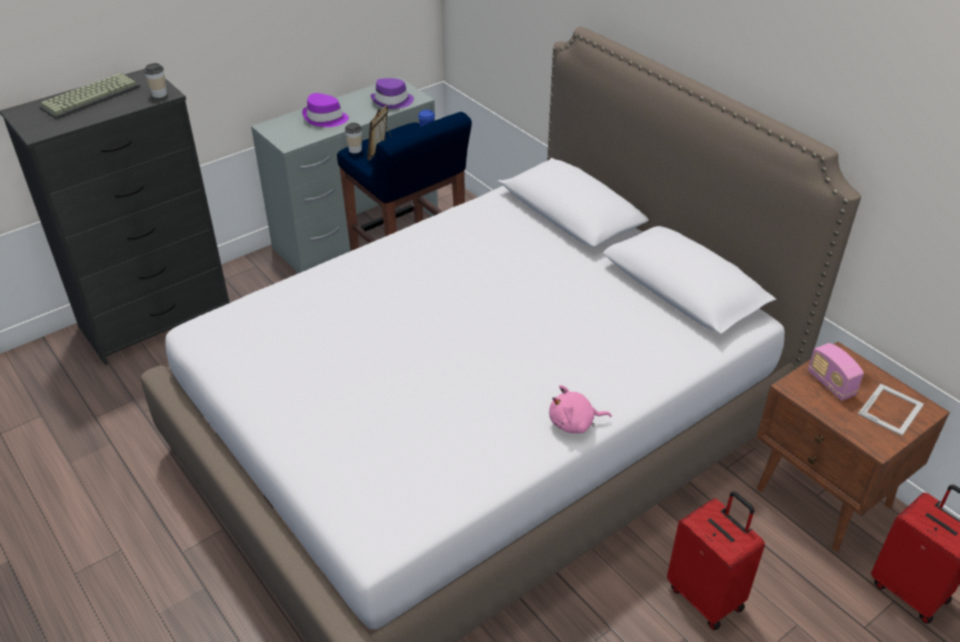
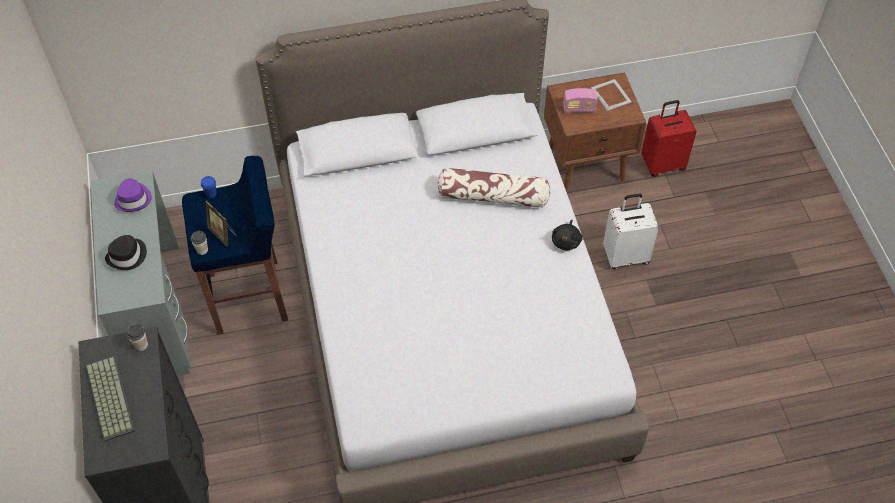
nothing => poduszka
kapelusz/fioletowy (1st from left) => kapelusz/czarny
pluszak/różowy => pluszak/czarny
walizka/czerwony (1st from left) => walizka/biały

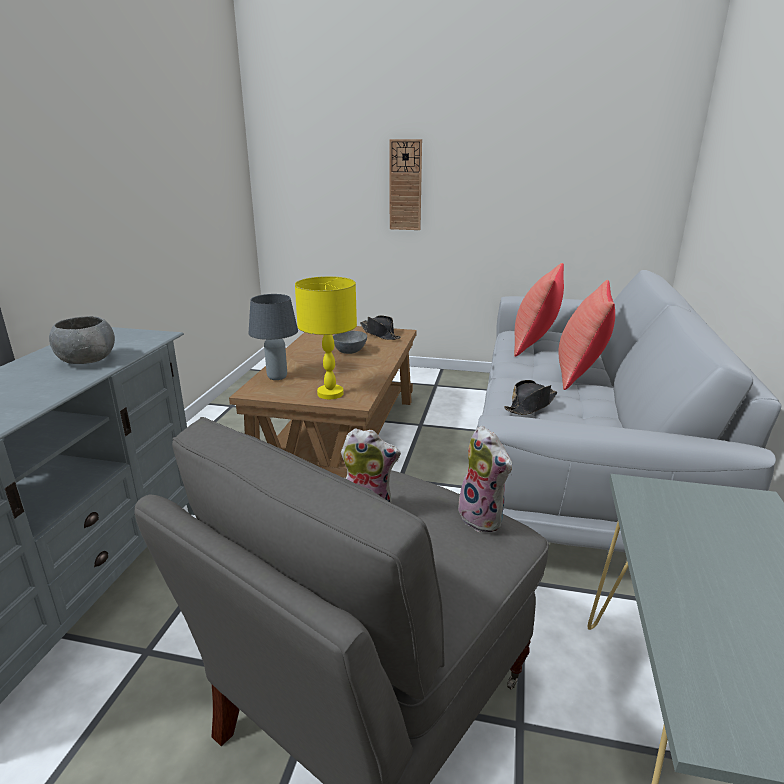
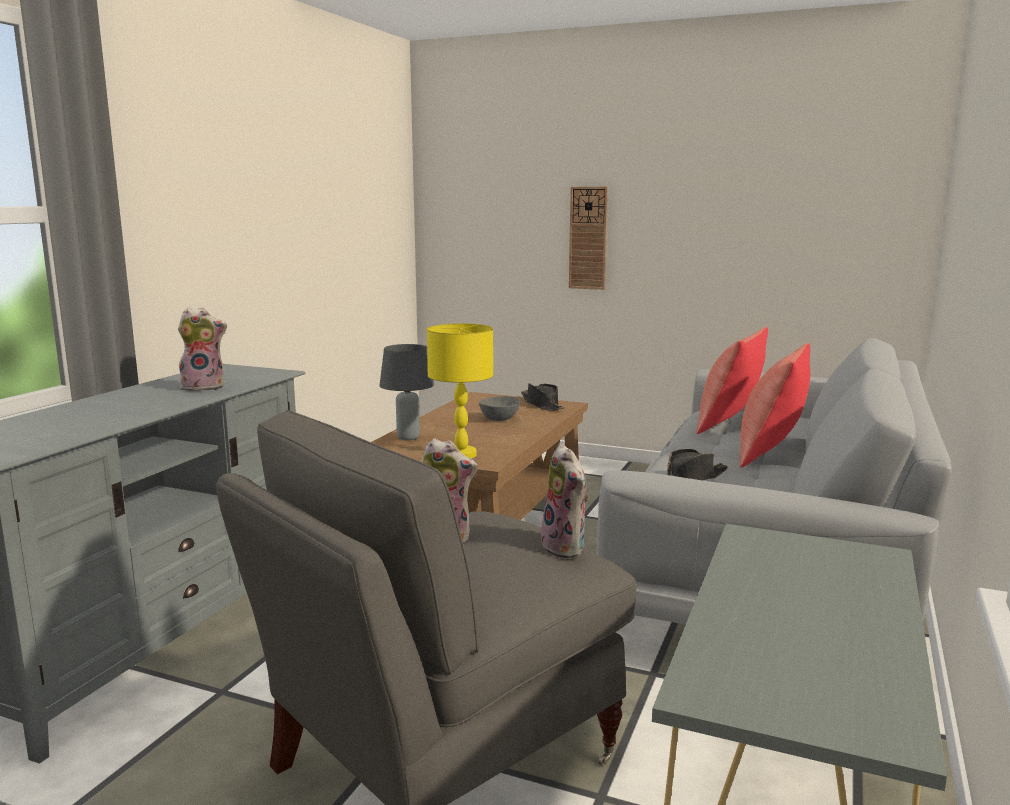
miska/szary (1st from left) => pluszak (1st from left)

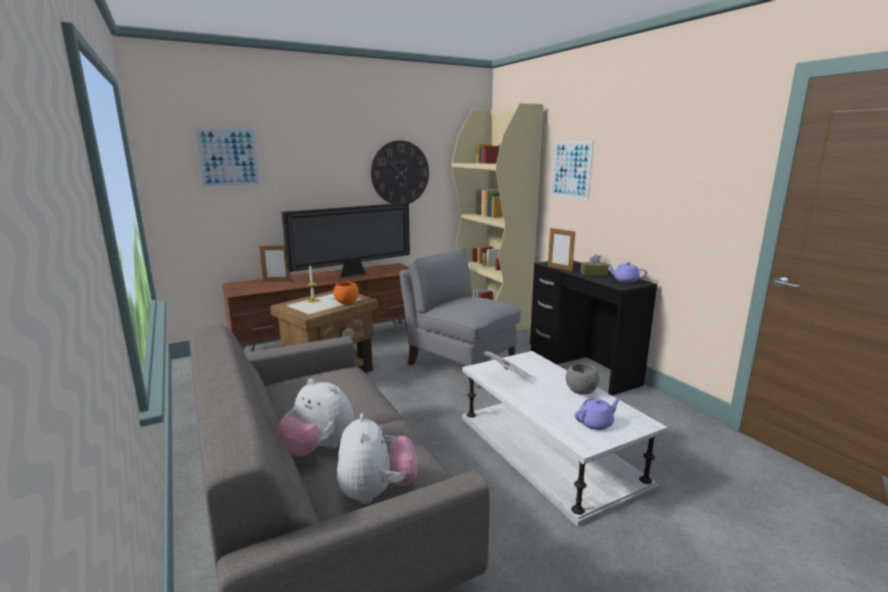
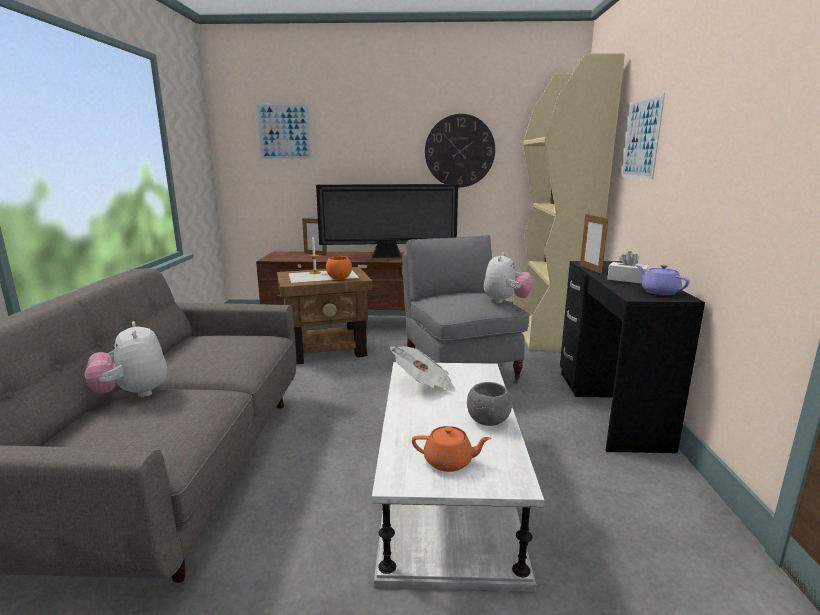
pluszak (2nd from left), moved
imbryk/fioletowy (1st from left) => imbryk/pomarańczowy
pudełko chusteczek/brązowy => pudełko chusteczek/biały

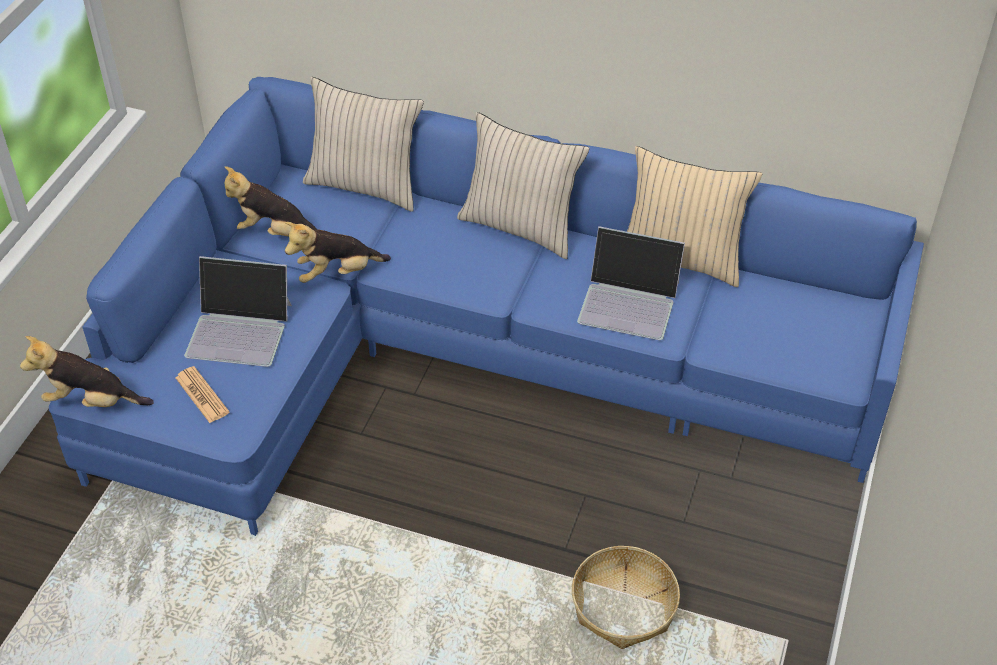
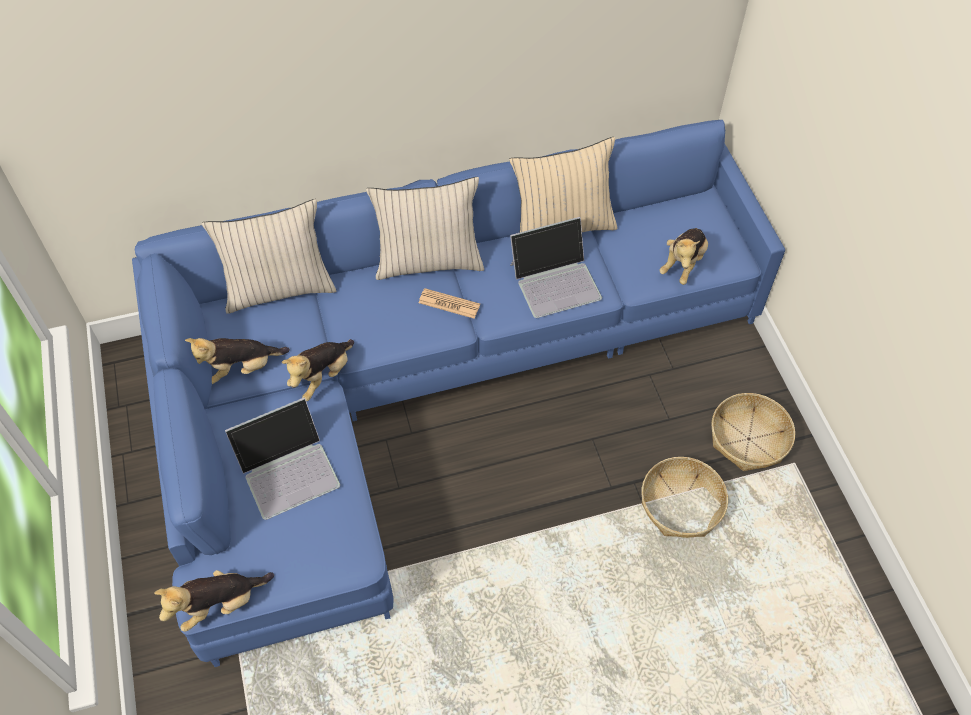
nothing => pluszak (4th from left)
nothing => koszyk (2nd from left)
gazeta, moved

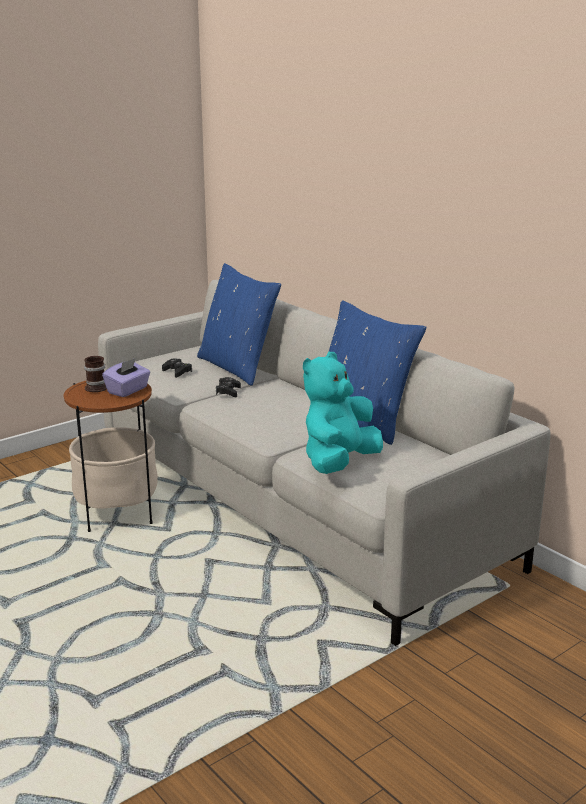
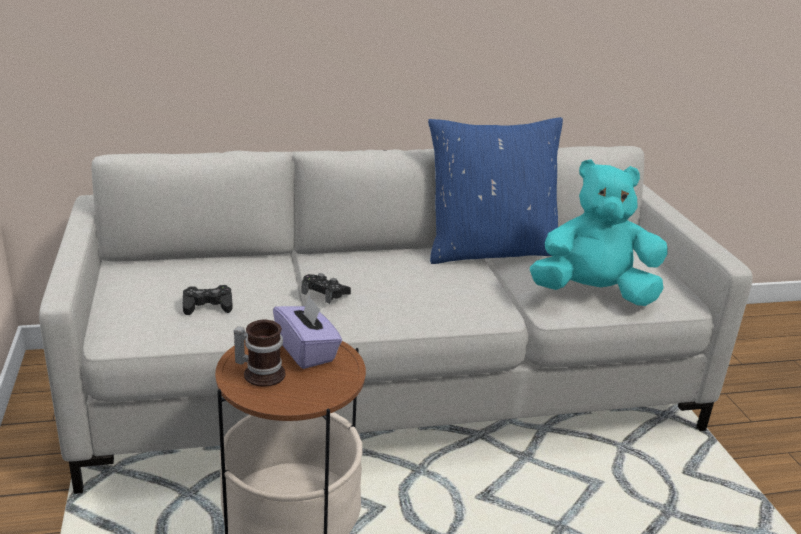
poduszka/niebieski (1st from left) => nothing
pluszak/turkusowy, 120 degrees clockwise

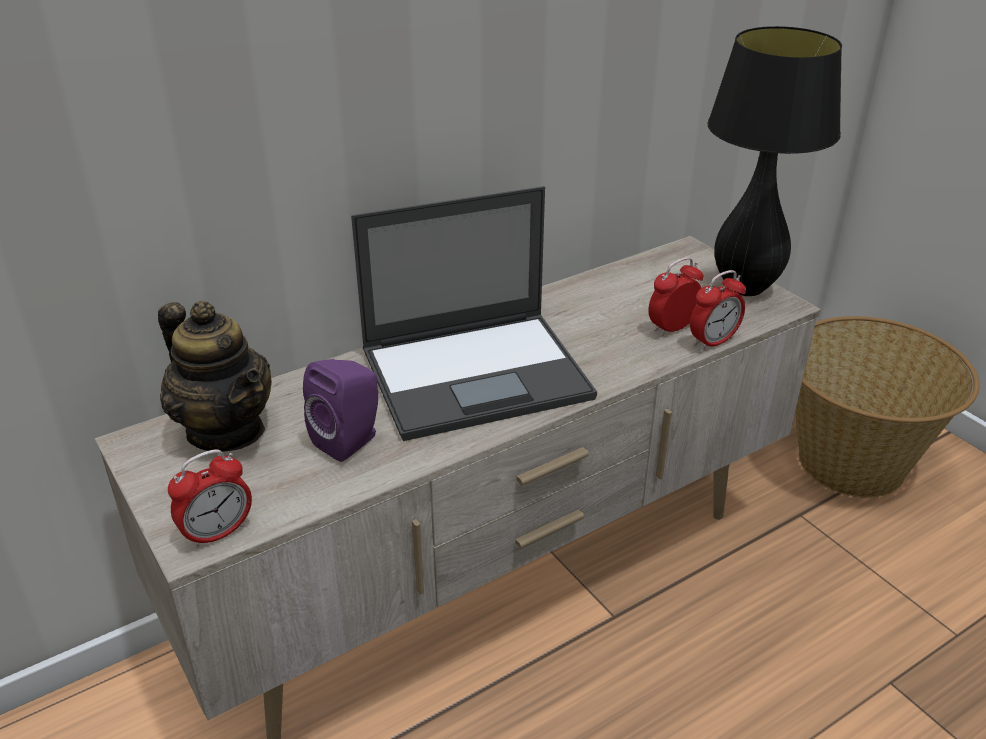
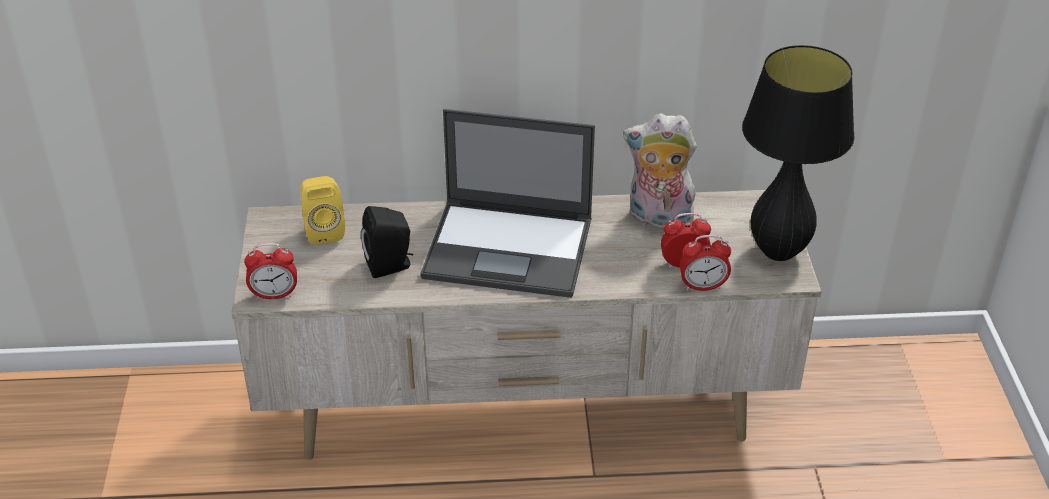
koszyk => nothing
nothing => pluszak
imbryk => głośnik/żółty
głośnik/fioletowy => głośnik/czarny

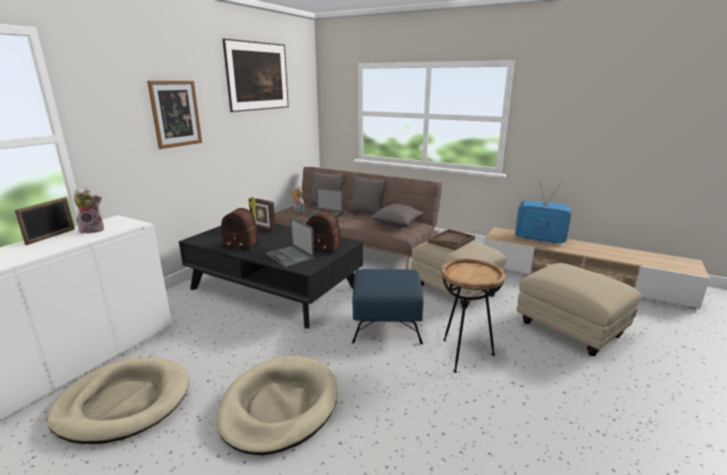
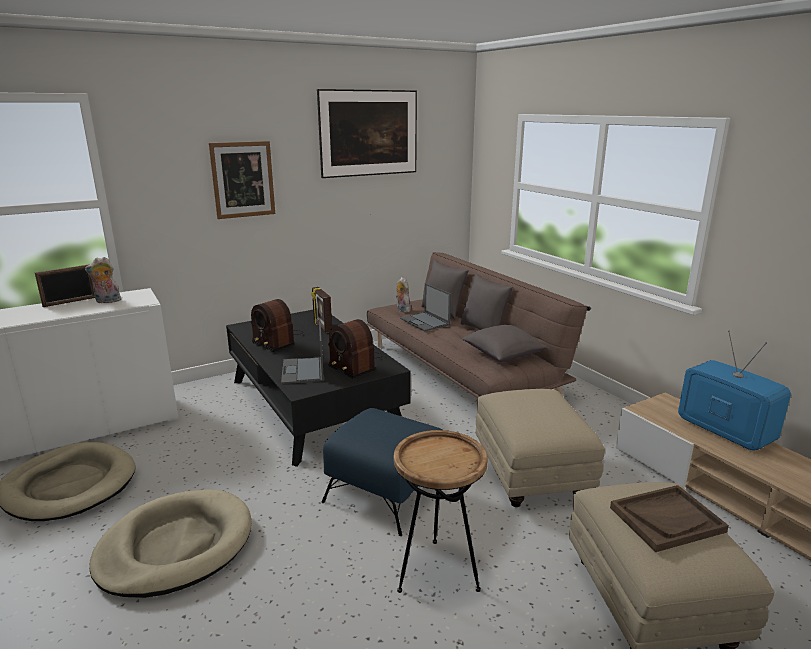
taca/brązowy, moved
pluszak (1st from left), 150 degrees clockwise

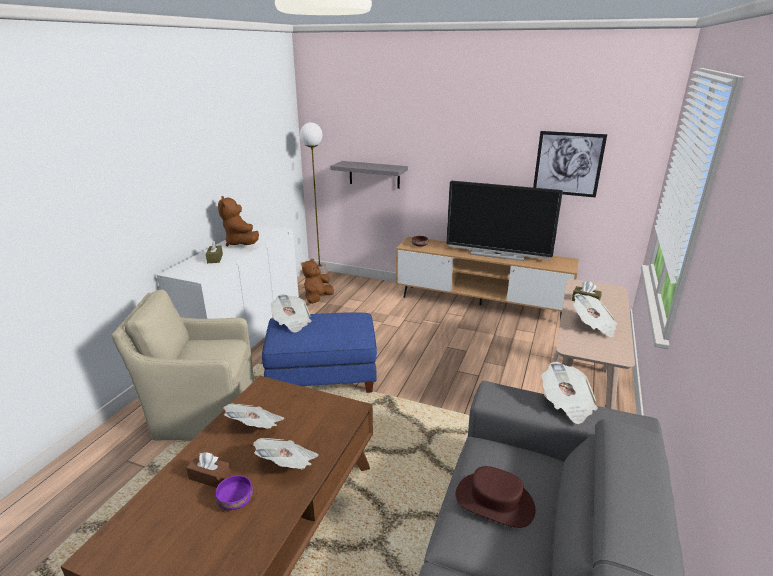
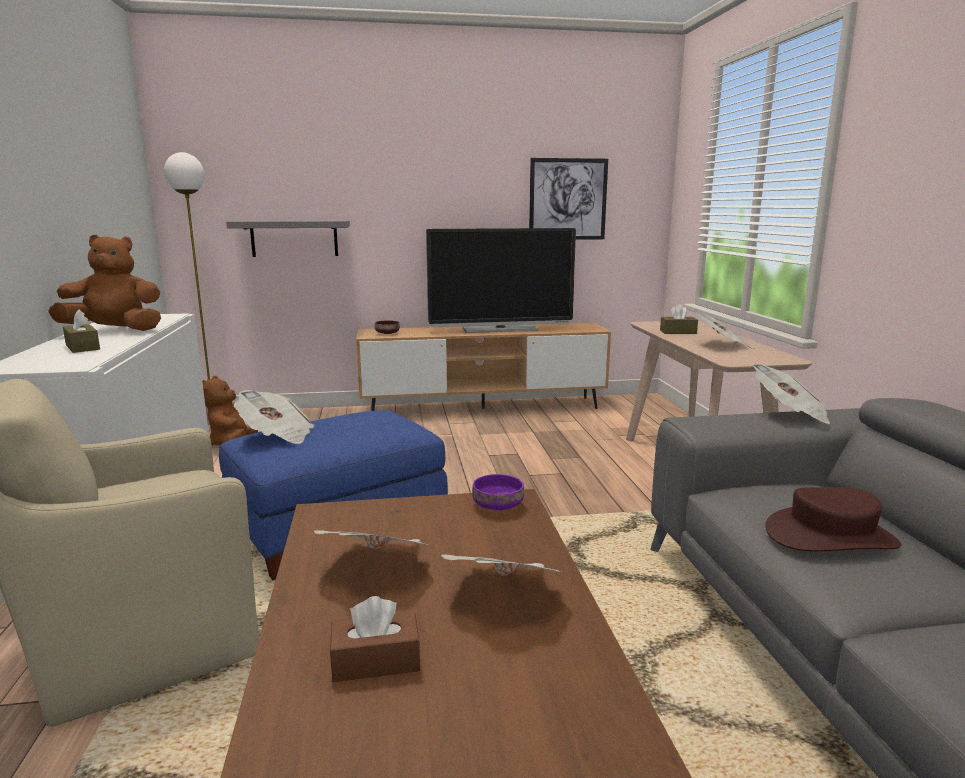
miska/fioletowy, moved
pluszak/brązowy (1st from left), 135 degrees clockwise

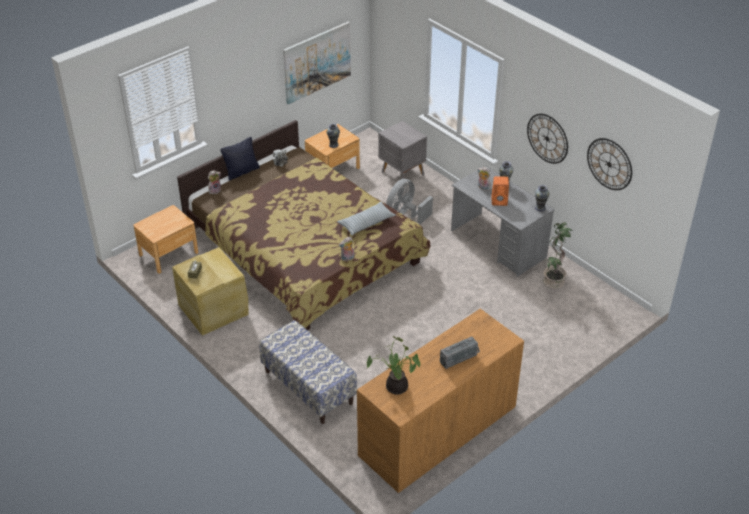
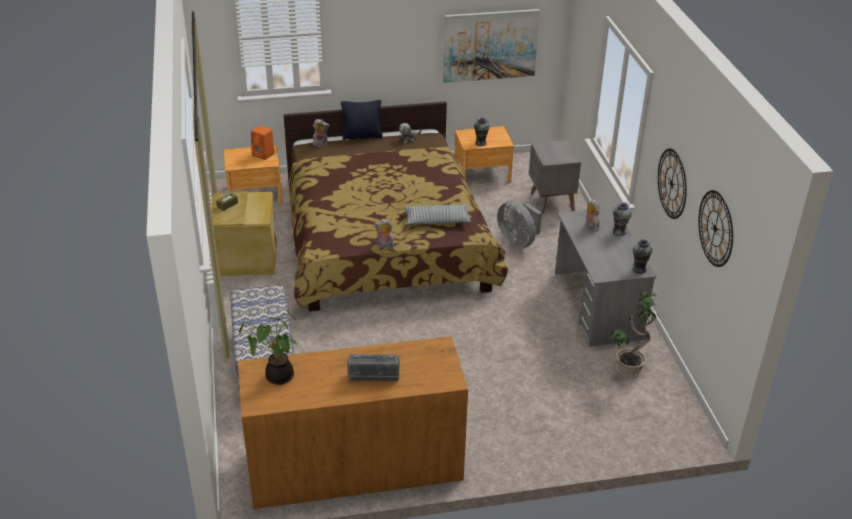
głośnik/pomarańczowy, moved
wentylator/szary, 105 degrees counterclockwise

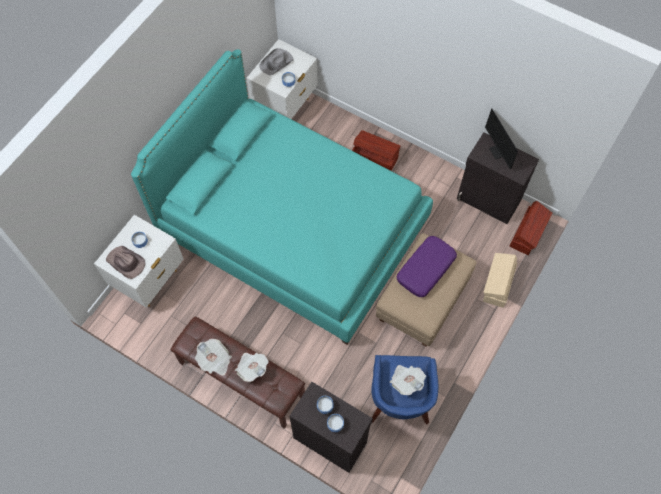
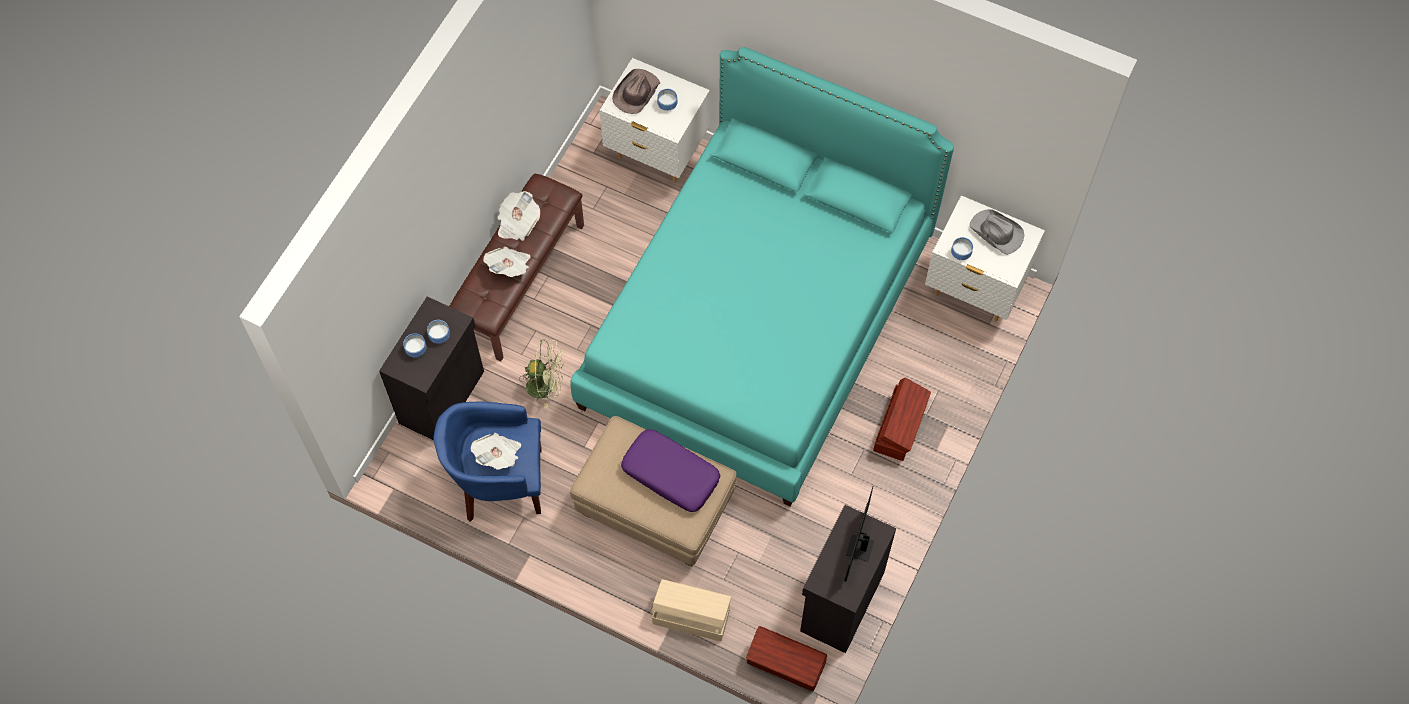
nothing => wentylator/zielony
monitor, 45 degrees counterclockwise

